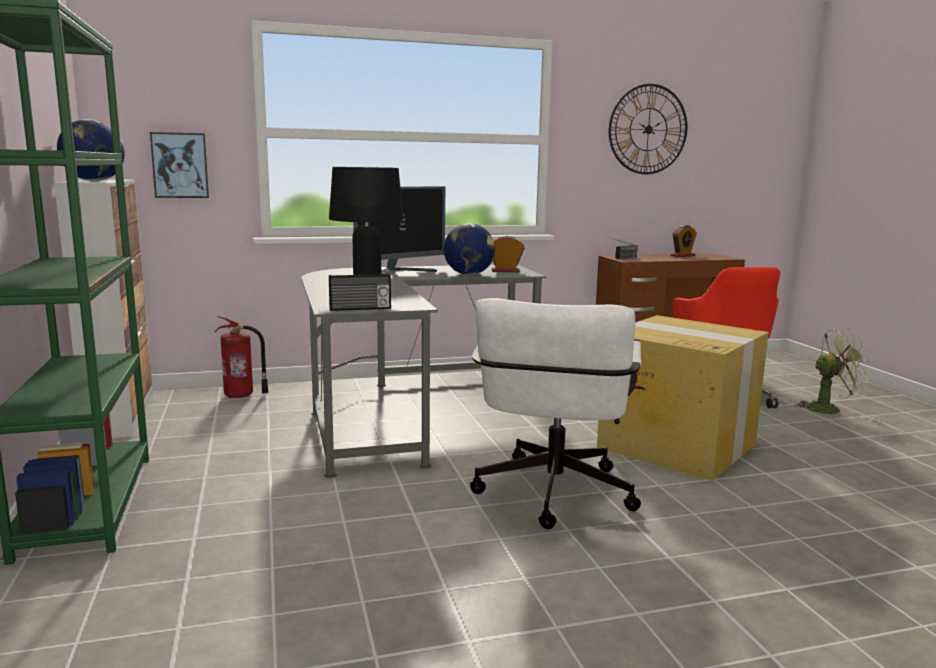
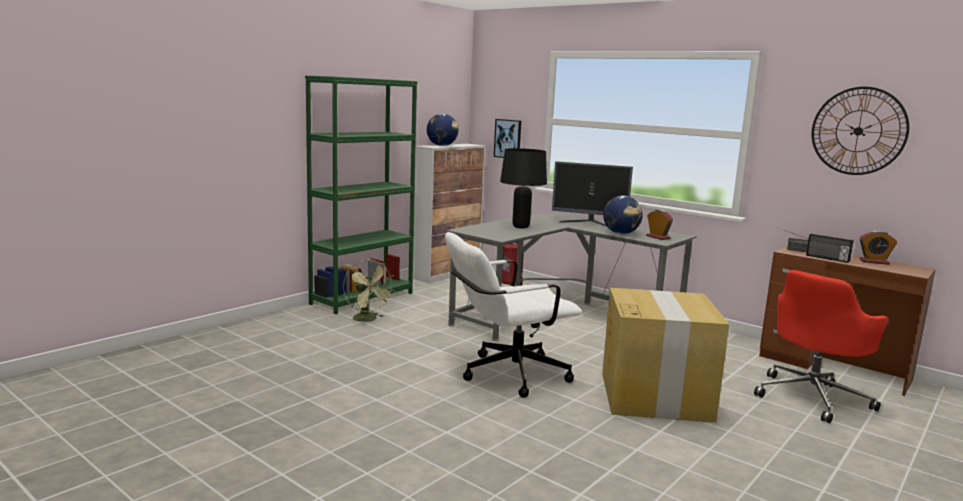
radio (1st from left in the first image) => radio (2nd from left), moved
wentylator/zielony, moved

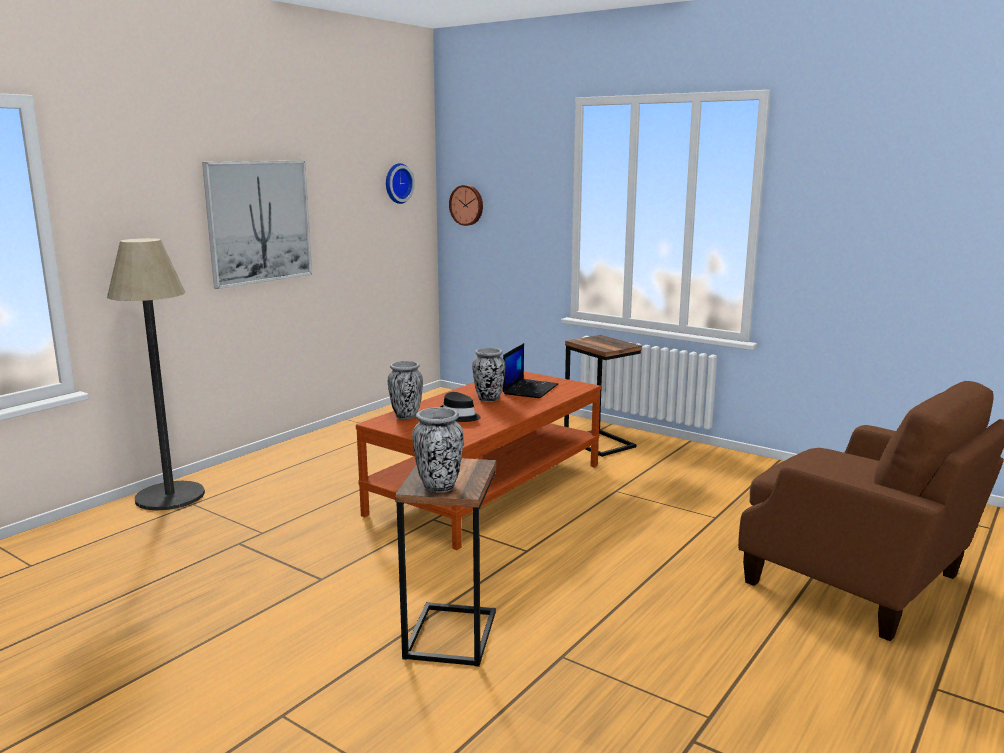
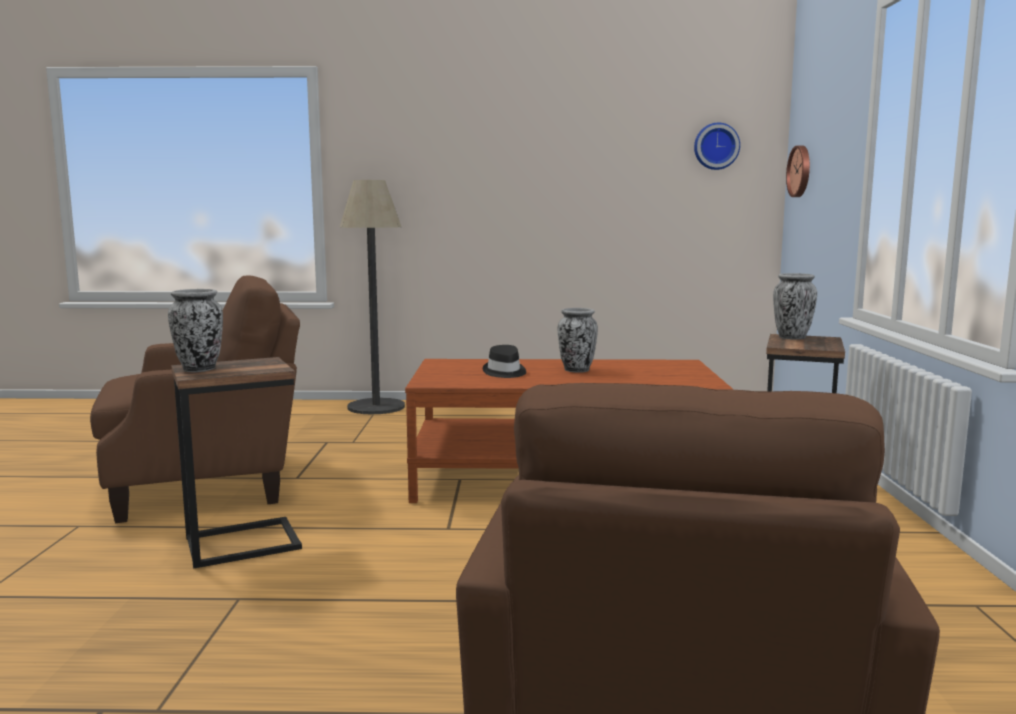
obraz => nothing
laptop => nothing
nothing => fotel/brązowy (1st from left)
wazon (1st from left in the first image) => wazon (3rd from left), moved

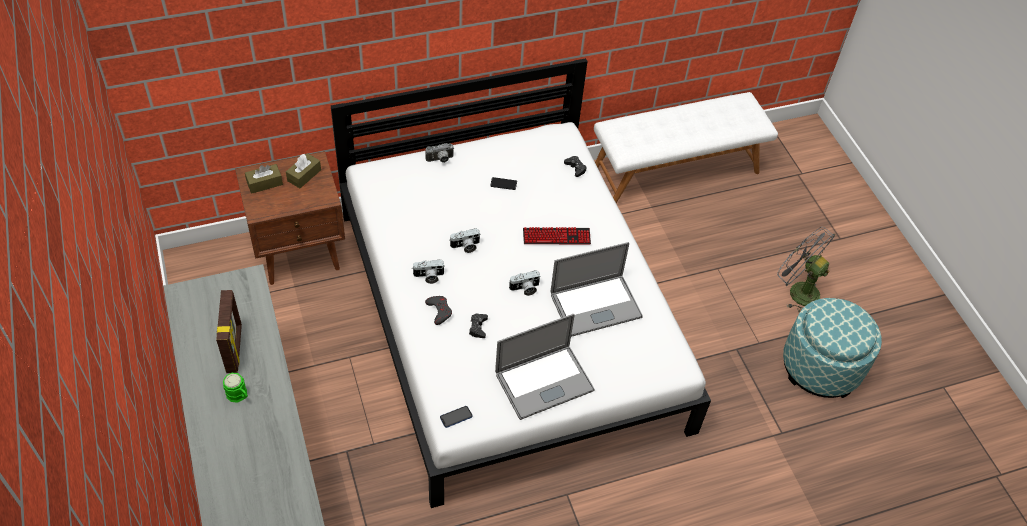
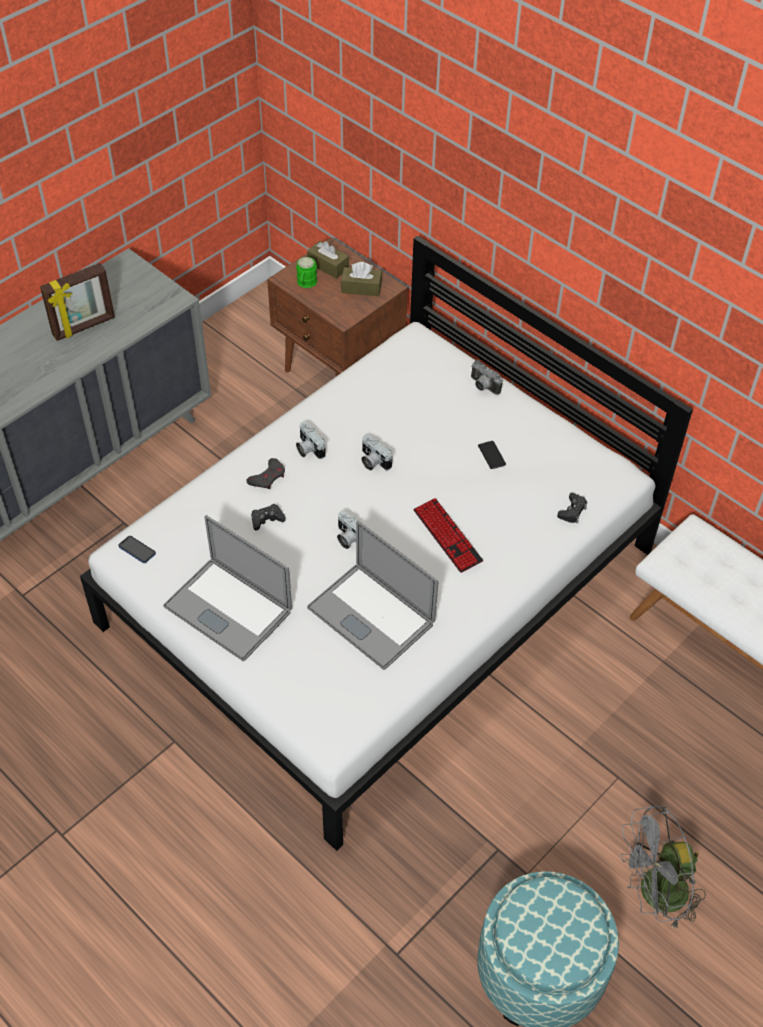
kubek/zielony, moved
wentylator/szary, 120 degrees counterclockwise

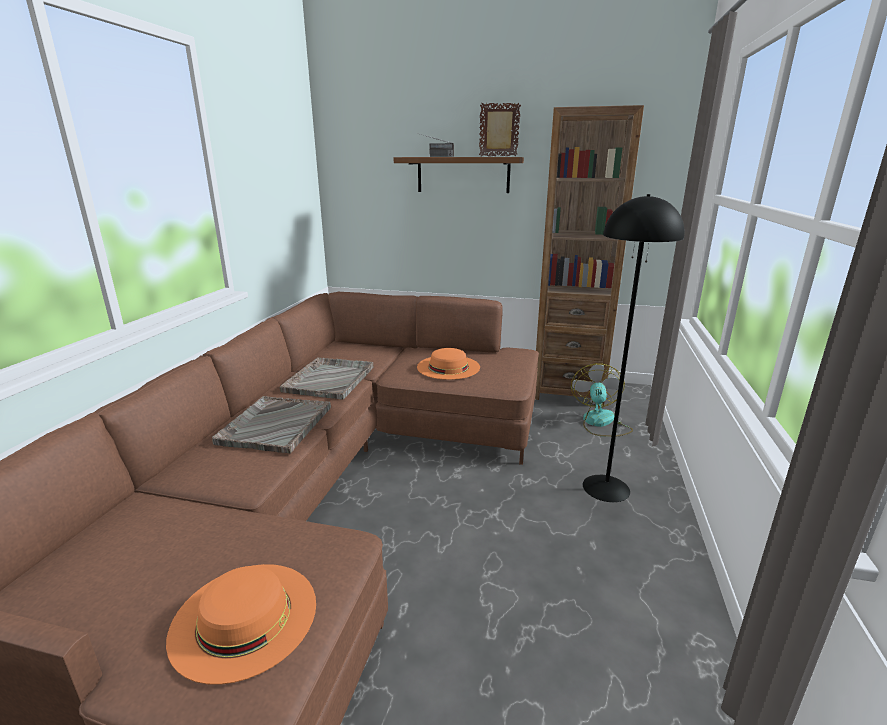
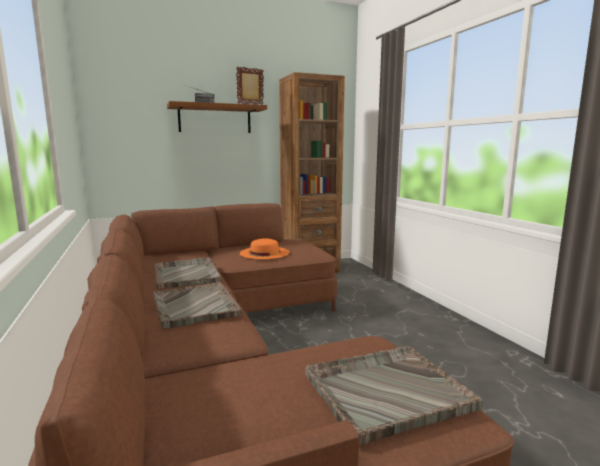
wentylator => nothing
lampa stojąca/czarny => nothing
kapelusz/pomarańczowy (1st from left) => taca/szary (3rd from left)

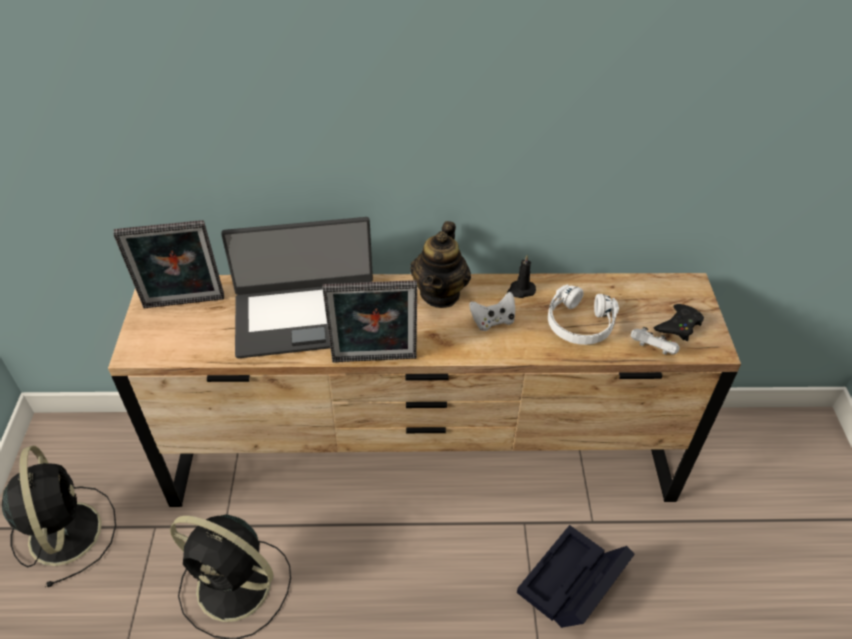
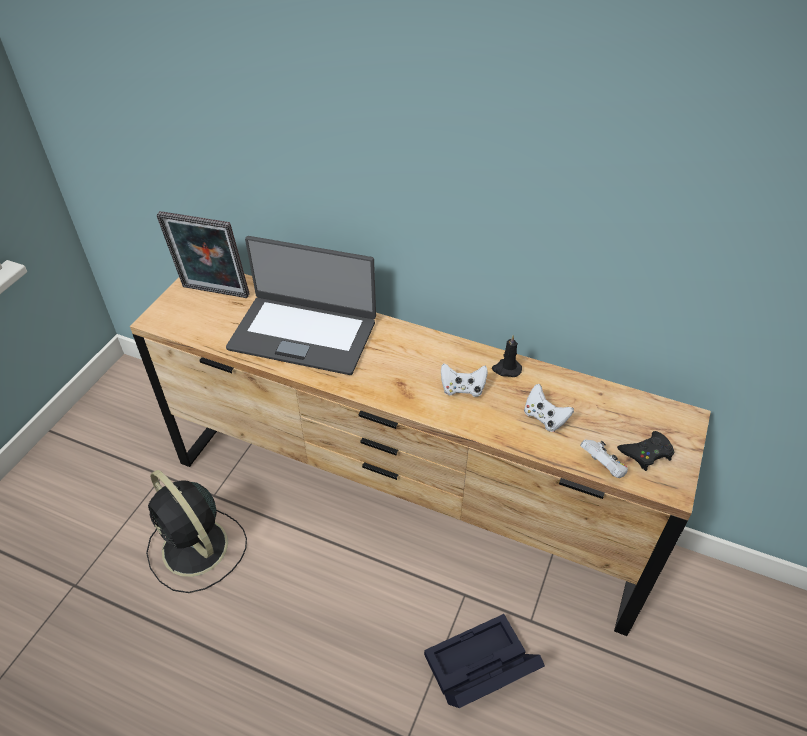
wentylator/czarny (1st from left) => nothing
ramka na zdjęcie (2nd from left) => nothing
imbryk => nothing
słuchawki/biały => pad do gier/biały (2nd from left)

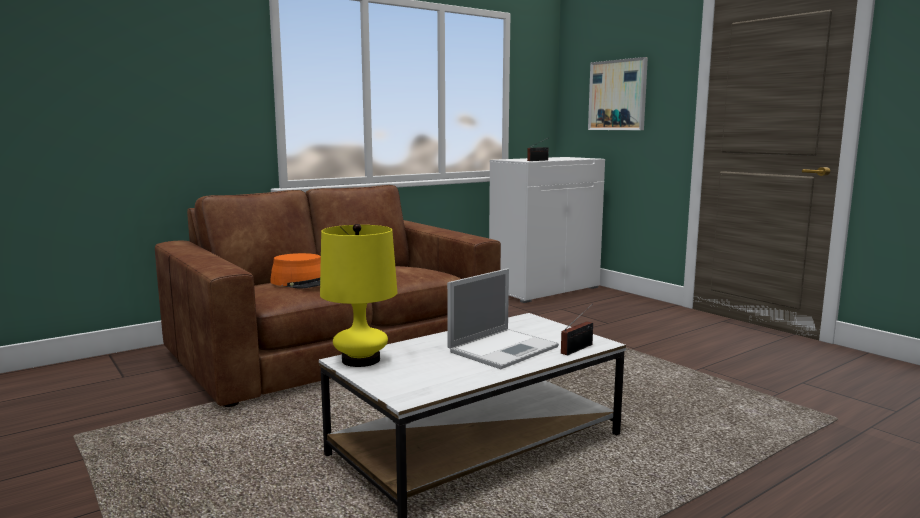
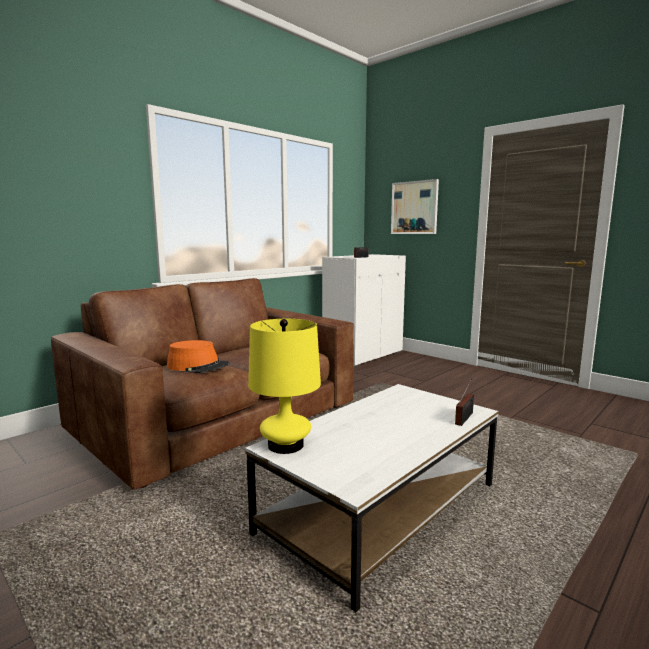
laptop => nothing

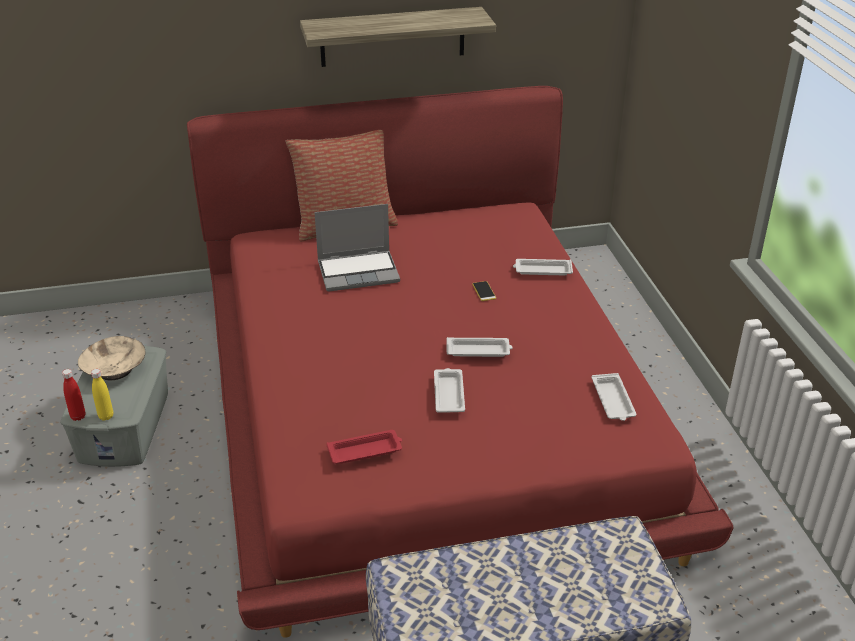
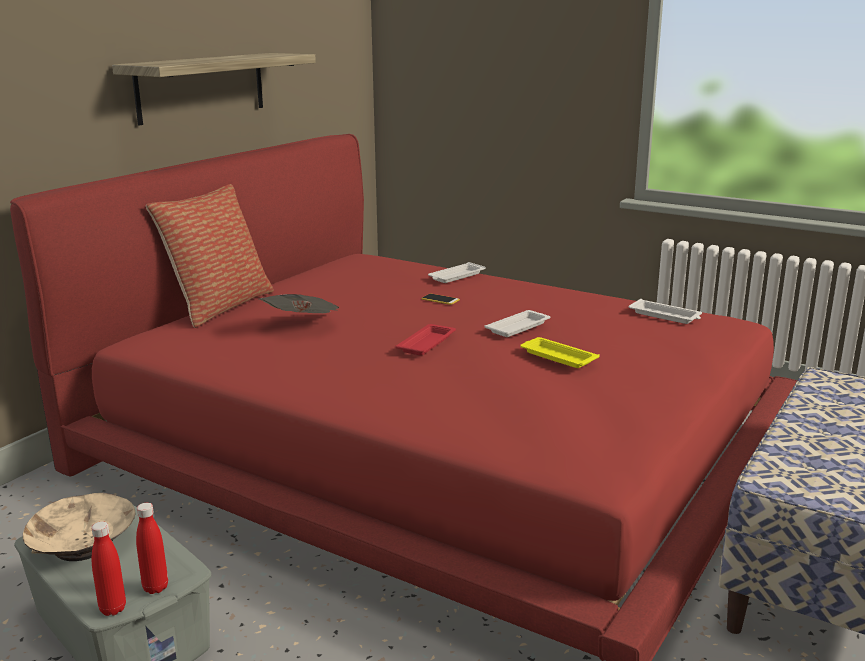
taca/czerwony, moved
laptop => gazeta
butelka/żółty => butelka/czerwony (2nd from left)
taca/biały (1st from left) => taca/żółty

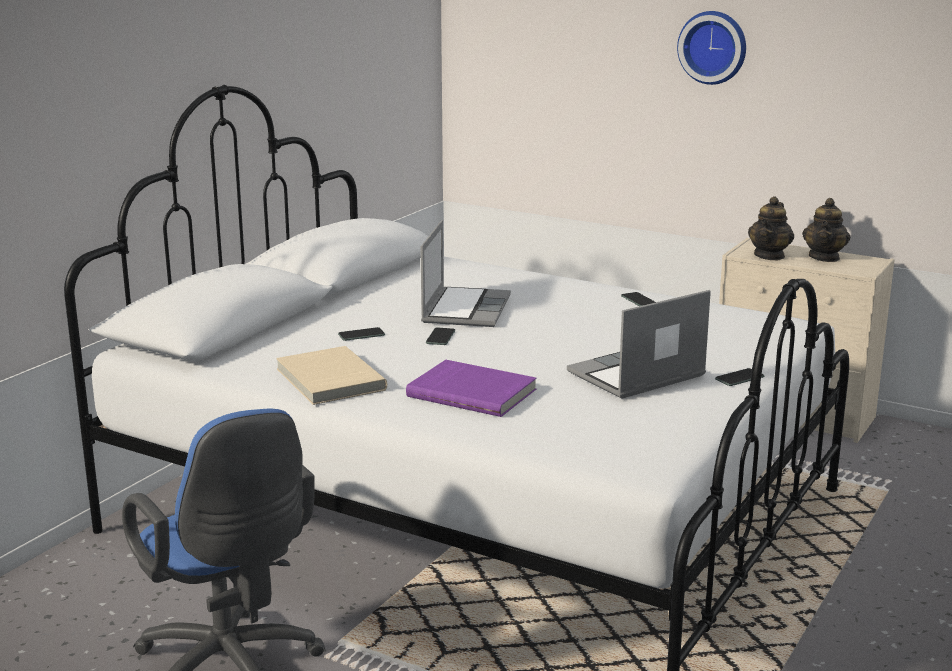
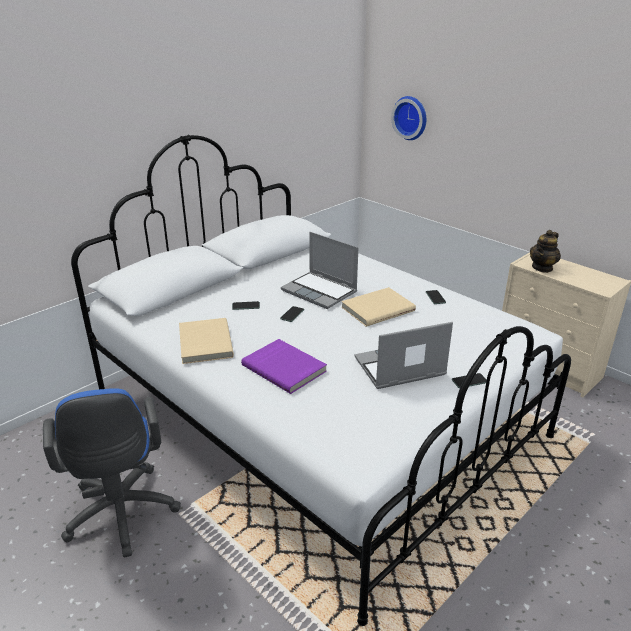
imbryk (2nd from left) => nothing
nothing => książka/beżowy (2nd from left)
zegar ścienny, moved
laptop (1st from left), 105 degrees clockwise

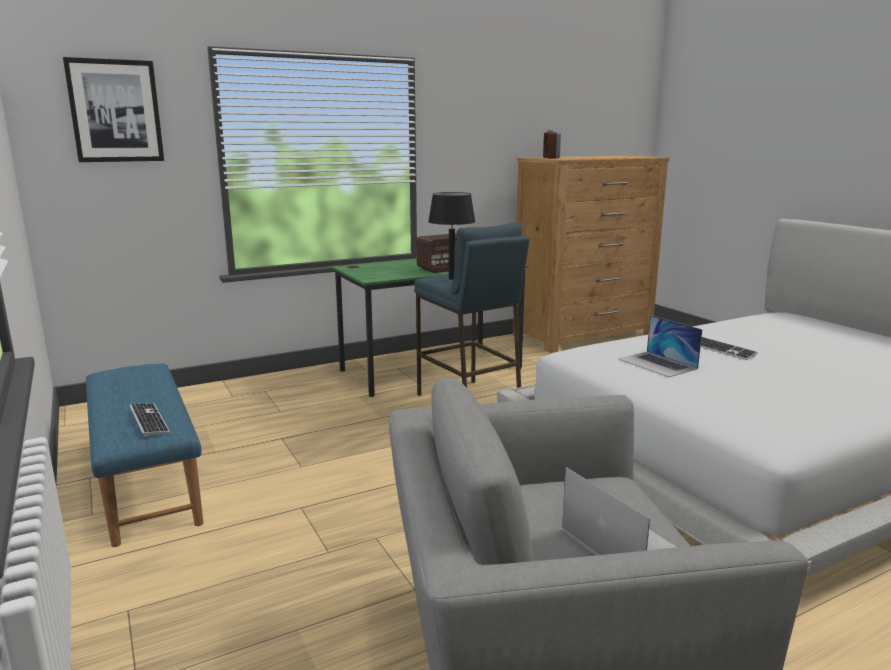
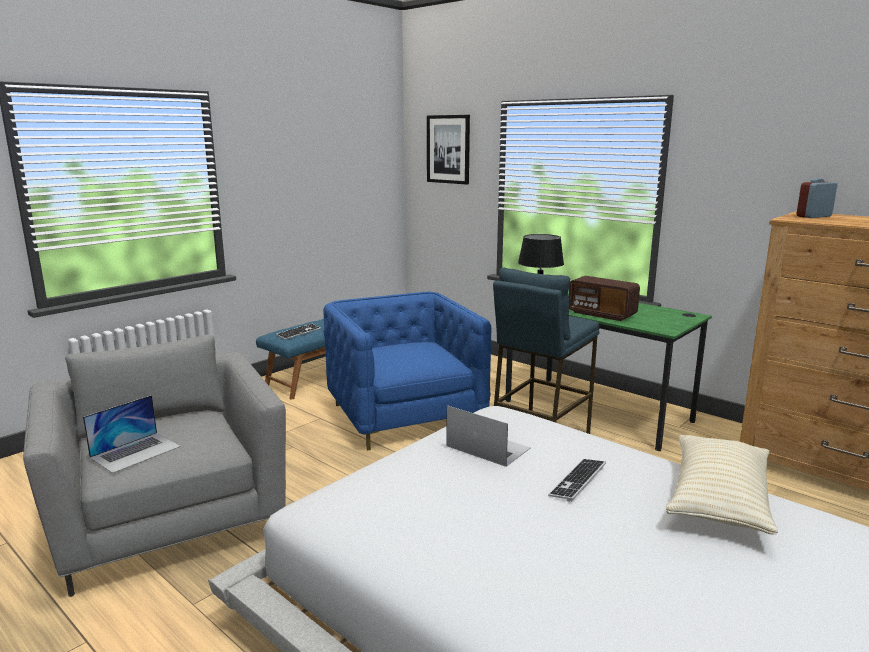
nothing => fotel/niebieski
nothing => poduszka/beżowy
laptop (2nd from left), 90 degrees clockwise

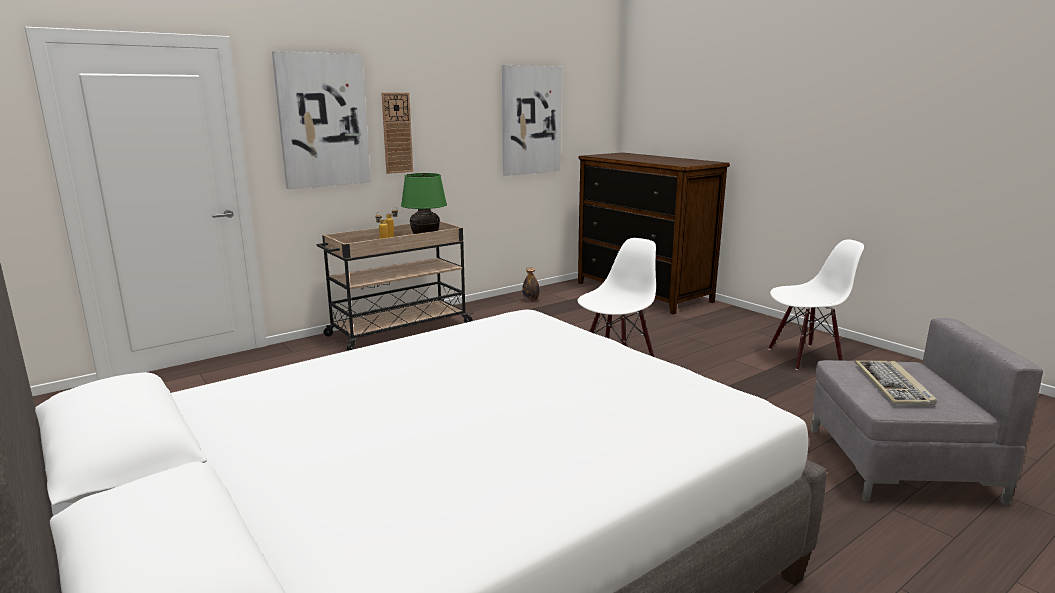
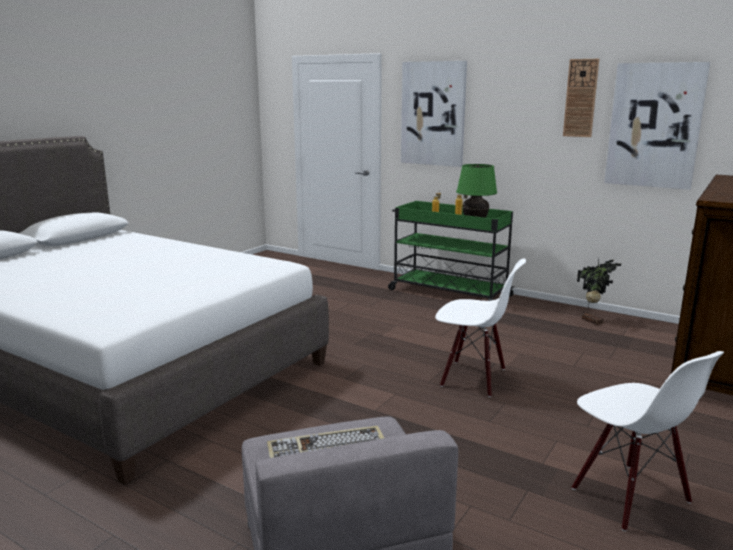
zegar ścienny, moved
butelka (3rd from left) => roślina doniczkowa
wózek/beżowy => wózek/zielony

